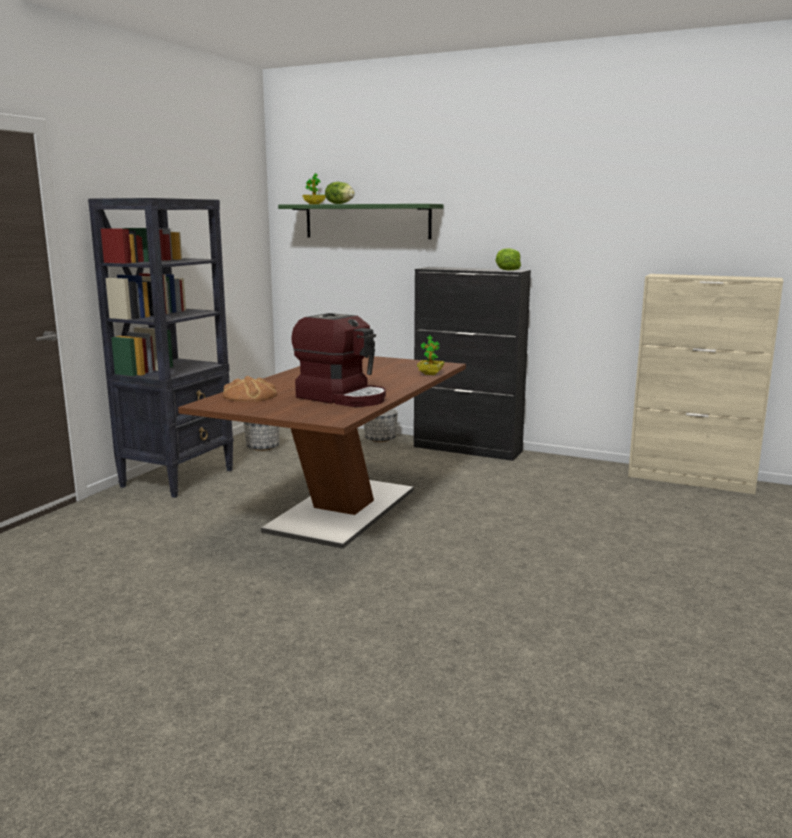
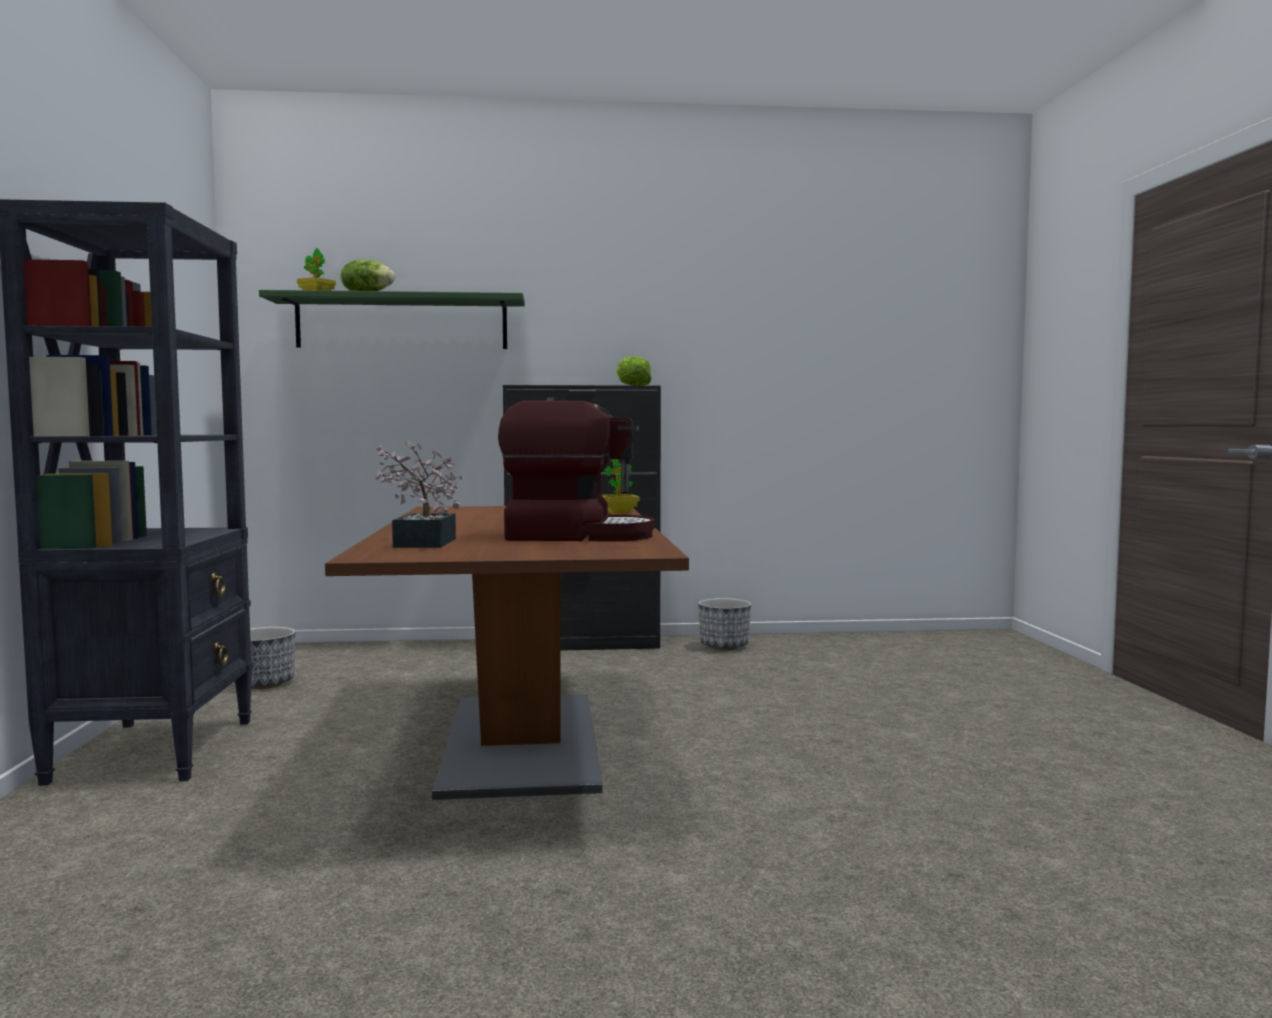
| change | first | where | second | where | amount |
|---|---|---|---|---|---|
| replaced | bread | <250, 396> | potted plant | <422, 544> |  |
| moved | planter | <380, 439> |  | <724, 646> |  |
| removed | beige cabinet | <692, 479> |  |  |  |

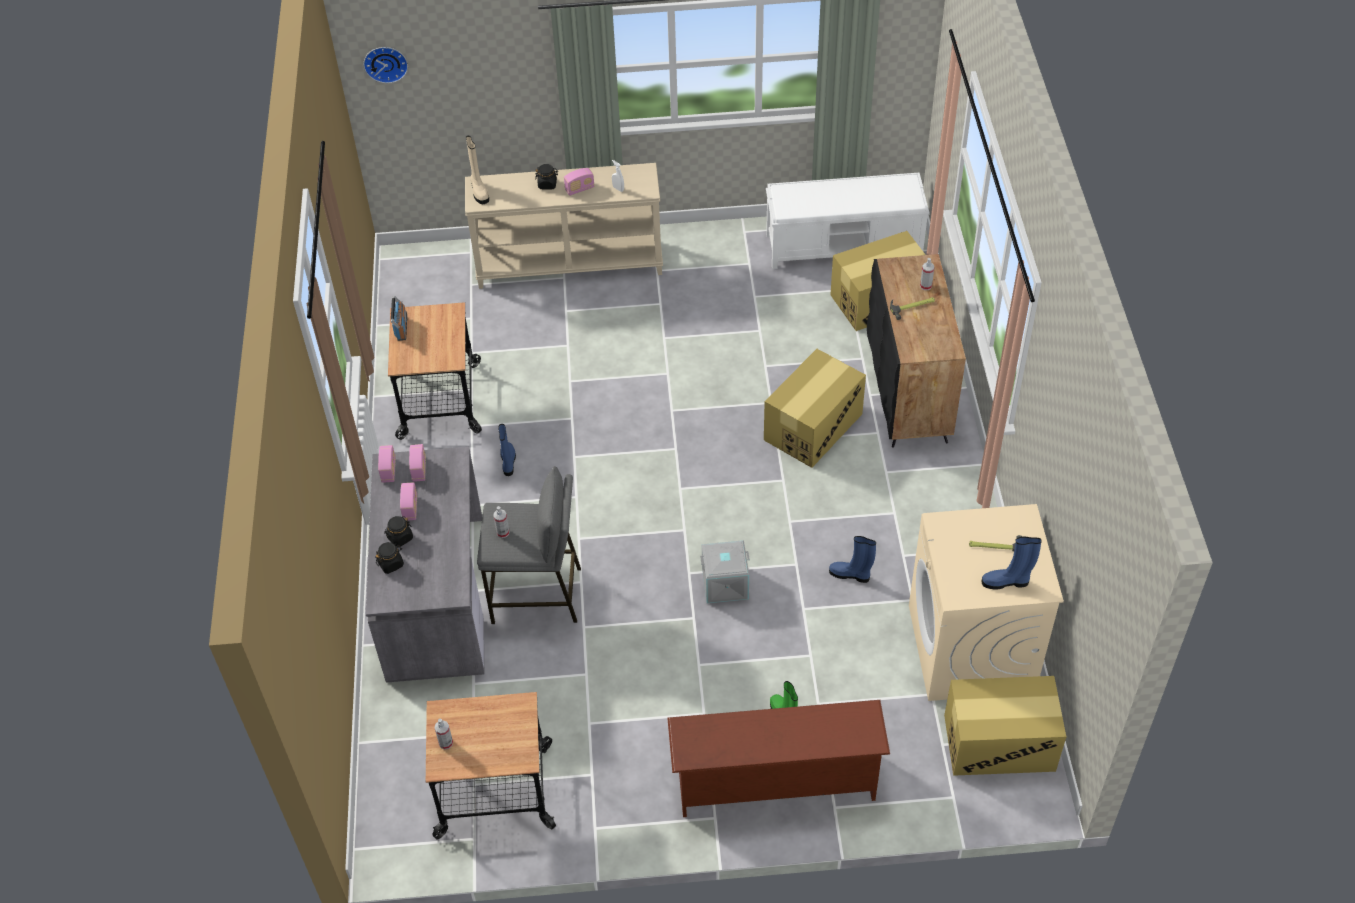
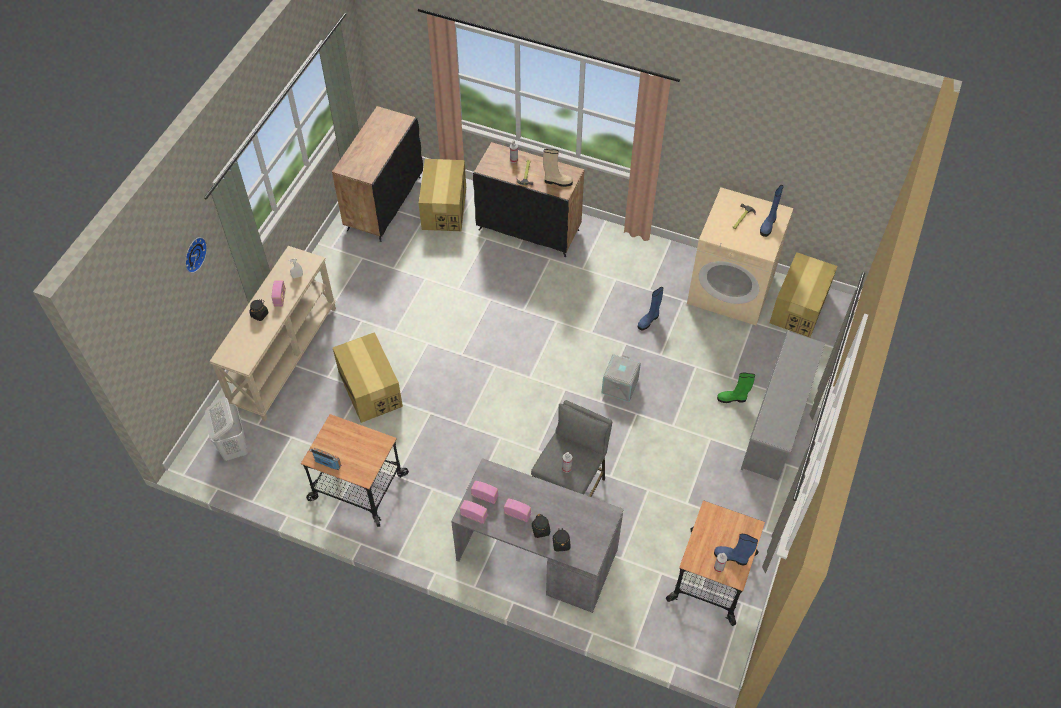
| change | first | where | second | where | amount |
|---|---|---|---|---|---|
| moved | wall clock | <385, 62> |  | <193, 254> |  |
| moved | beige boot | <479, 191> |  | <557, 182> |  |
| moved | blue boot | <508, 462> |  | <732, 557> |  |
| recoloured | brown shoe rack | <775, 784> | grey shoe rack | <777, 424> |  |
| moved | cardboard box | <813, 427> |  | <370, 389> |  |
| replaced | white bench | <845, 245> | black cabinet | <384, 203> |  |
| added |  |  | white laundry basket | <234, 447> |  |

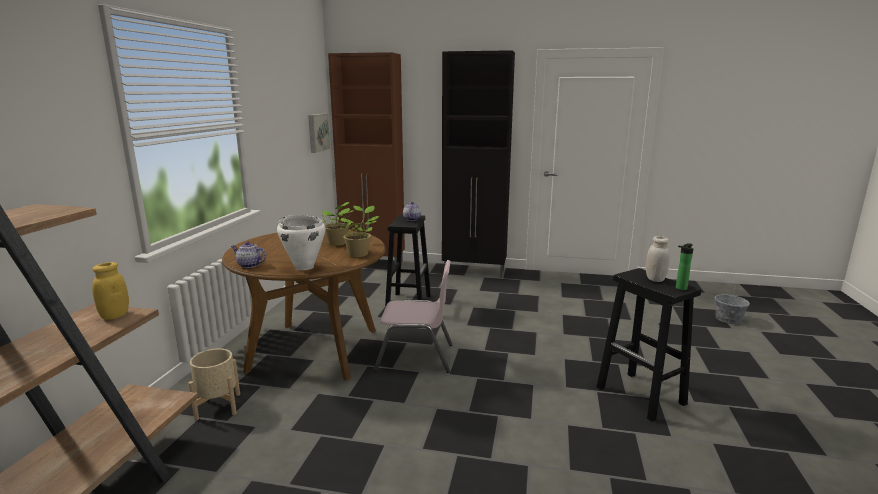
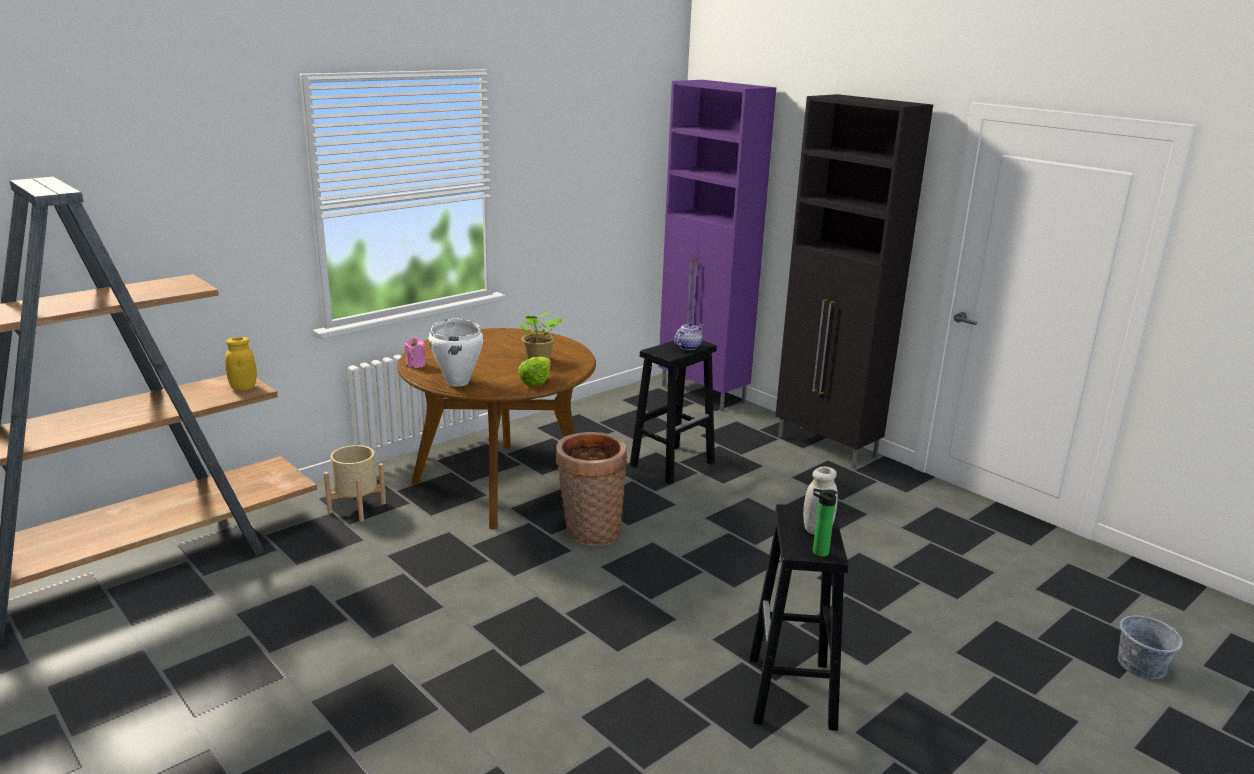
| change | first | where | second | where | amount |
|---|---|---|---|---|---|
| replaced | teapot | <249, 265> | pink candle | <416, 364> |  |
| removed | picture | <317, 132> |  |  |  |
| recoloured | brown cabinet | <374, 264> | purple cabinet | <703, 394> |  |
| replaced | potted plant | <359, 254> | lettuce | <535, 381> |  |
| replaced | pink chair | <415, 357> | basket | <589, 533> |  |

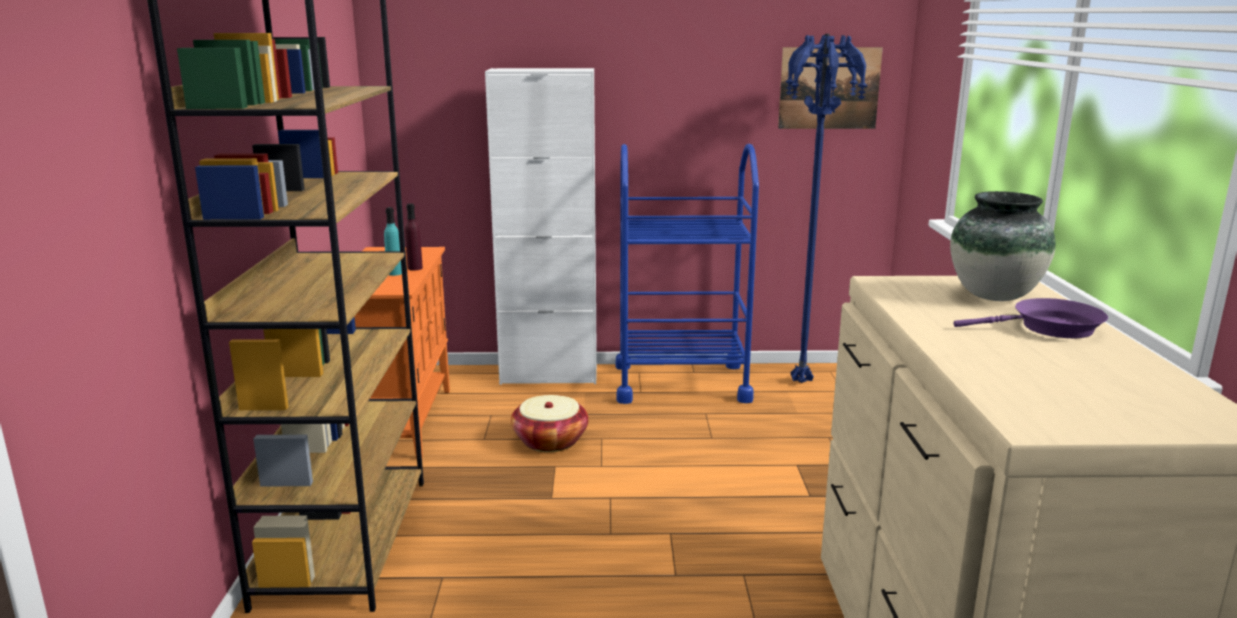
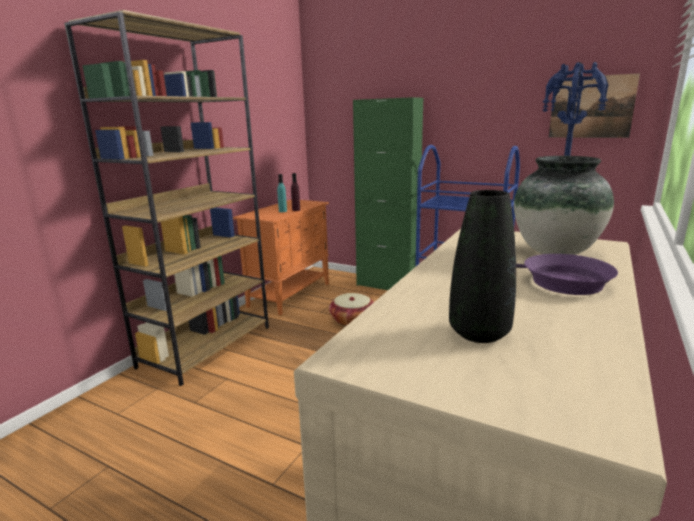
| change | first | where | second | where | amount |
|---|---|---|---|---|---|
| recoloured | white cabinet | <549, 376> | green cabinet | <387, 285> |  |
| added |  |  | black vase | <479, 333> |  |

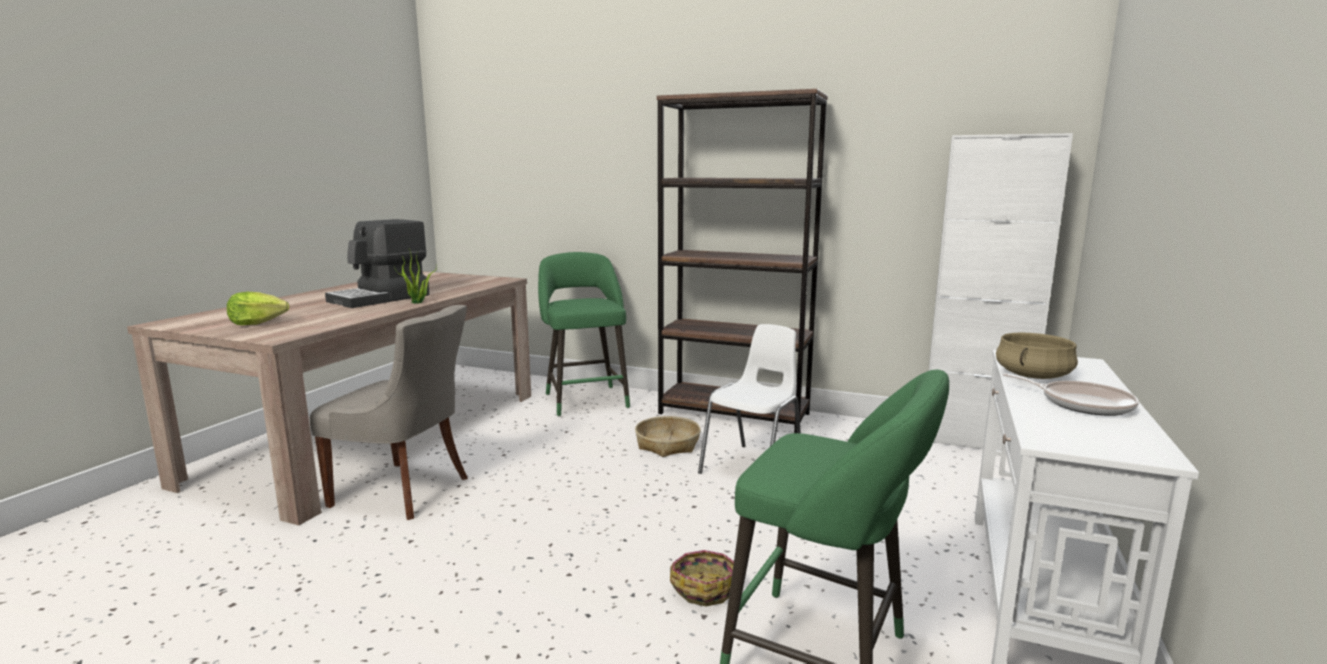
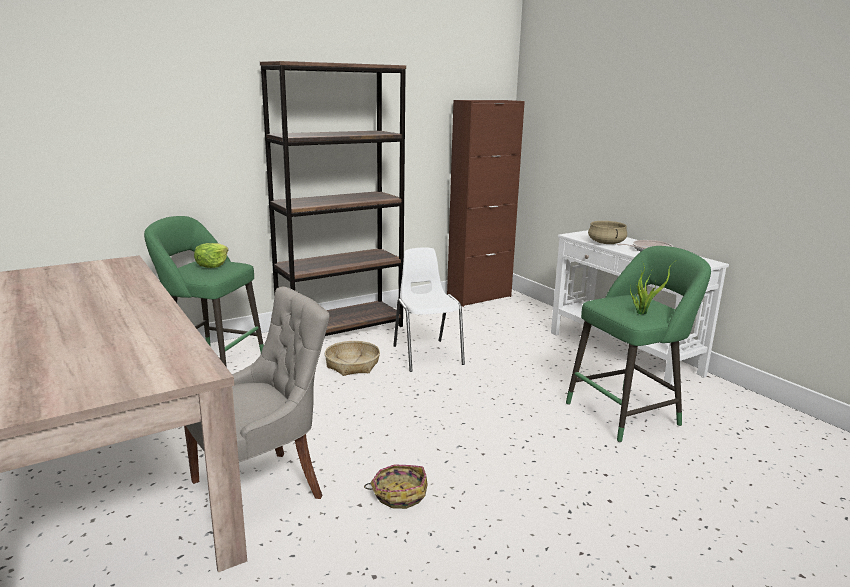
| change | first | where | second | where | amount |
|---|---|---|---|---|---|
| moved | lettuce | <257, 323> |  | <212, 265> |  |
| removed | coffee machine | <381, 298> |  |  |  |
| moved | potted plant | <418, 303> |  | <643, 312> |  |
| moved | basket | <704, 587> |  | <399, 494> |  |
| recoloured | white cabinet | <972, 441> | brown cabinet | <479, 297> |  |

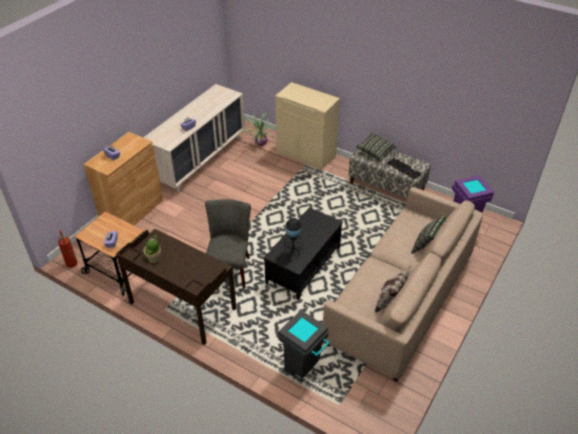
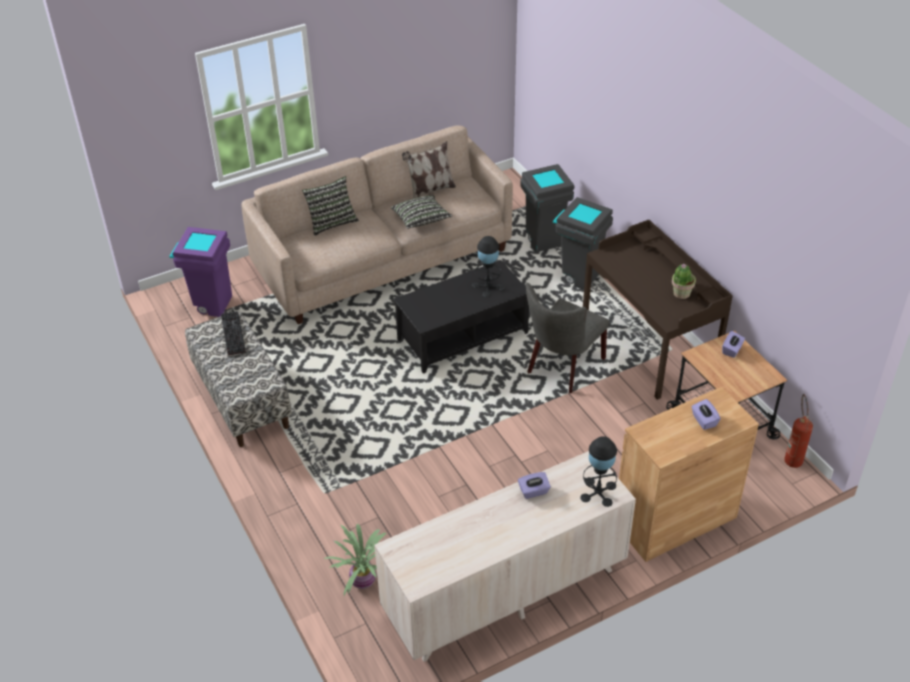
| change | first | where | second | where | amount |
|---|---|---|---|---|---|
| removed | beige cabinet | <306, 154> |  |  |  |
| moved | pillow | <375, 151> |  | <421, 220> |  |
| added |  |  | grey trash can | <578, 276> |  |
| added |  |  | black table lamp | <598, 492> |  |

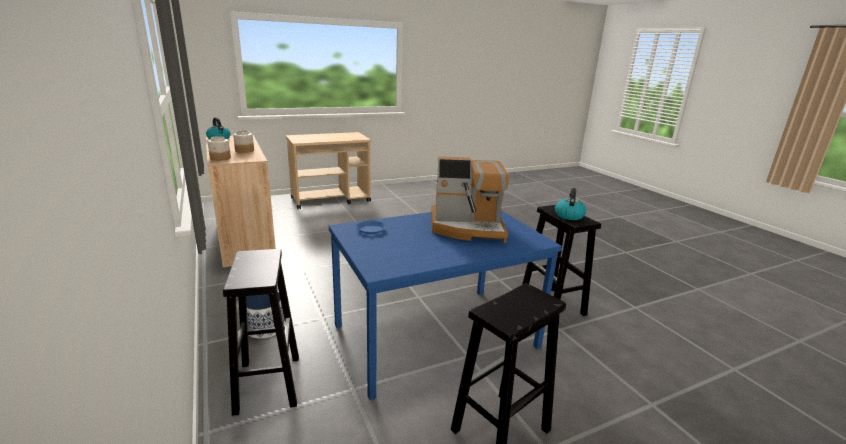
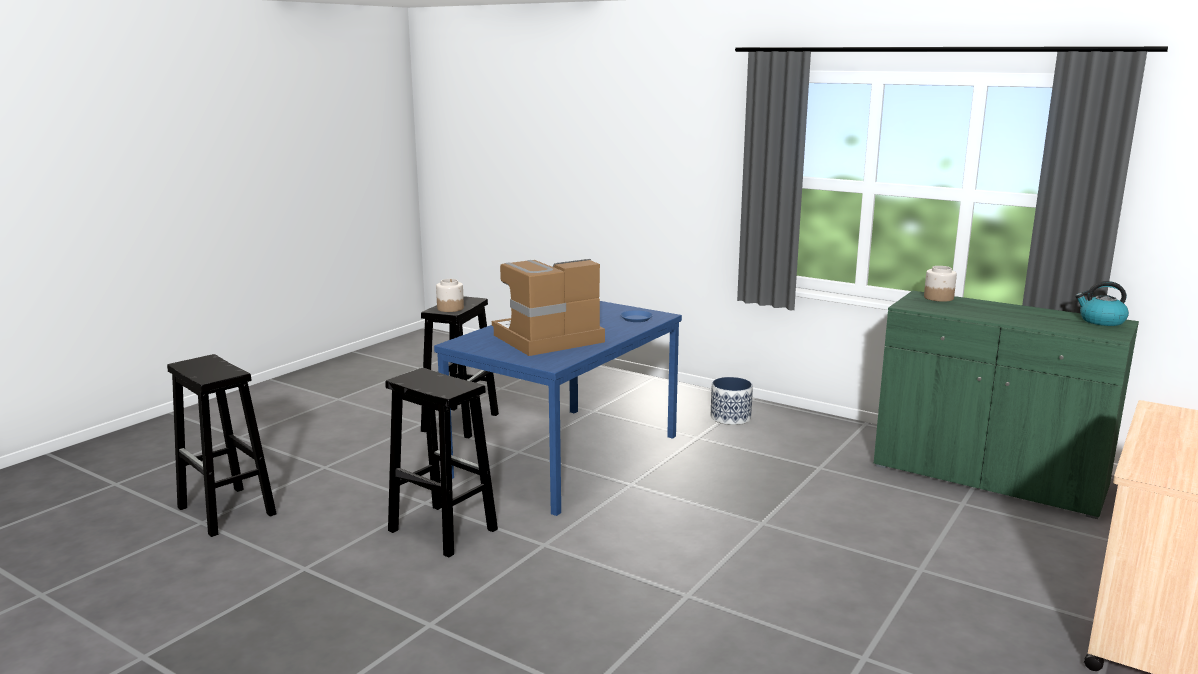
| change | first | where | second | where | amount |
|---|---|---|---|---|---|
| recoloured | beige cabinet | <245, 240> | green cabinet | <988, 477> |  |
| moved | black stool | <268, 382> |  | <227, 511> |  |
| moved | jar | <244, 150> |  | <450, 308> |  |
| removed | kettle | <569, 215> |  |  |  |

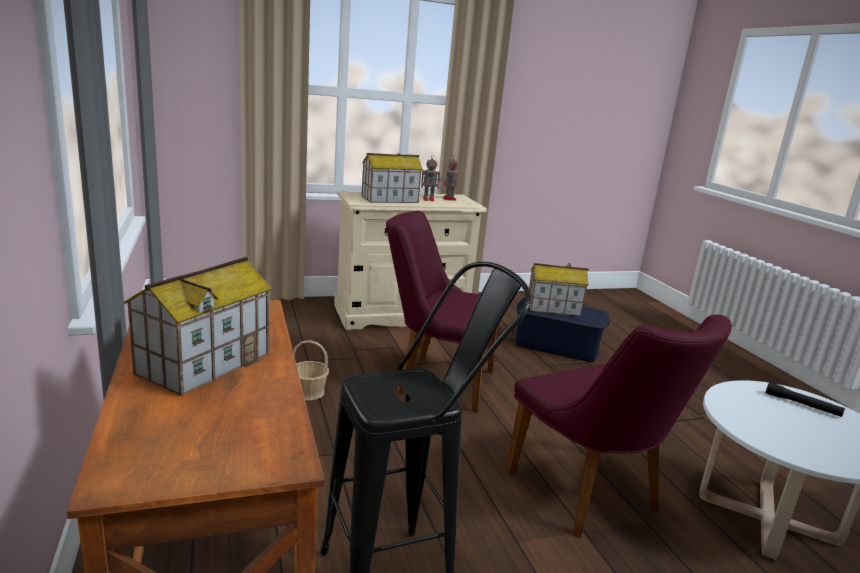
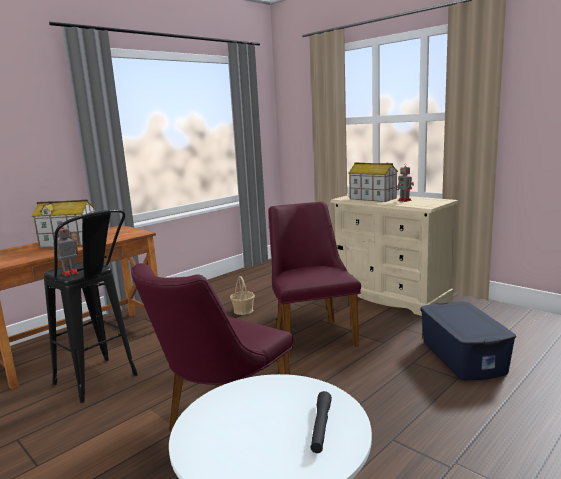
| change | first | where | second | where | amount |
|---|---|---|---|---|---|
| moved | toy robot | <449, 199> |  | <69, 273> |  |
| removed | toy house | <553, 308> |  |  |  |

